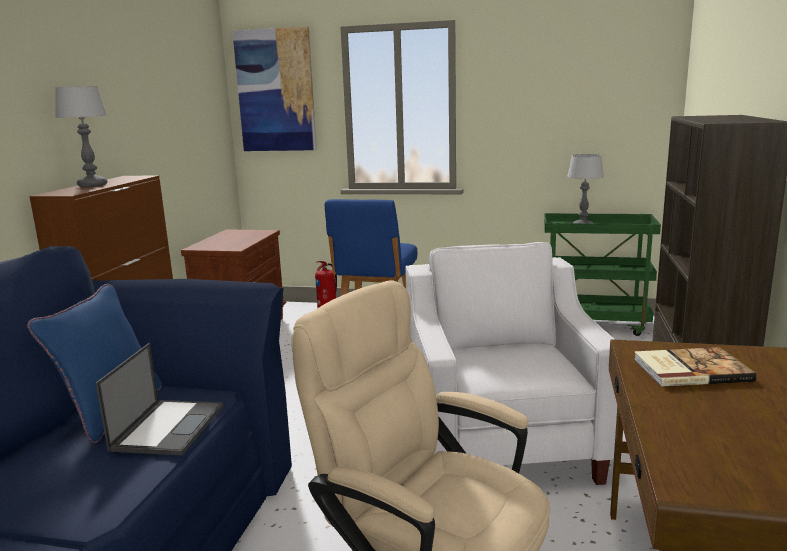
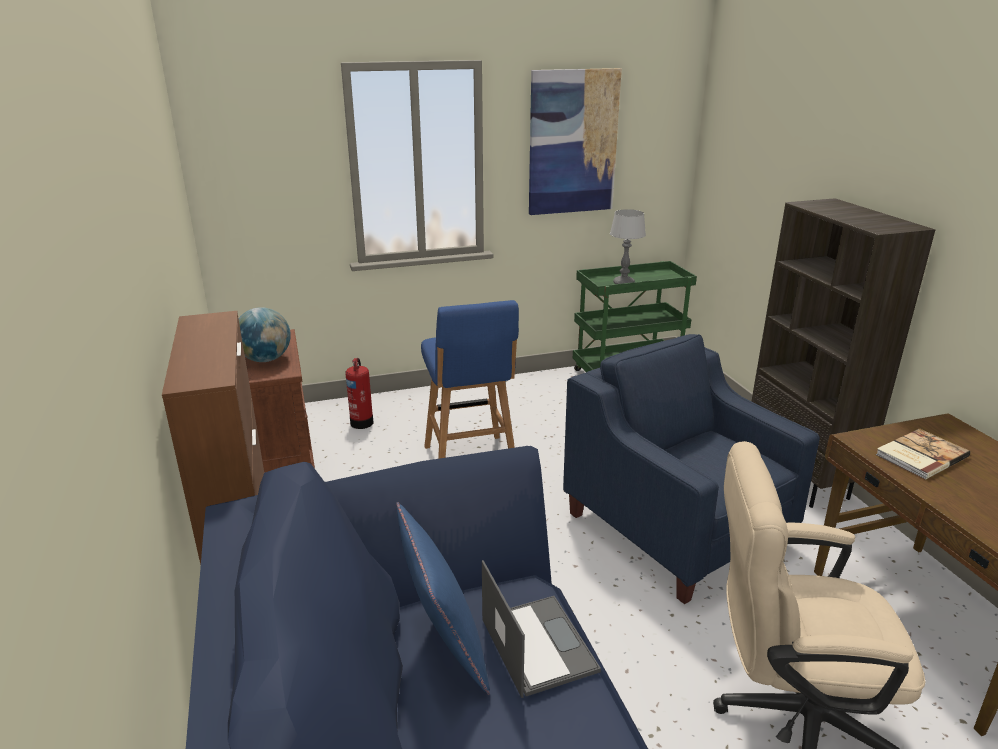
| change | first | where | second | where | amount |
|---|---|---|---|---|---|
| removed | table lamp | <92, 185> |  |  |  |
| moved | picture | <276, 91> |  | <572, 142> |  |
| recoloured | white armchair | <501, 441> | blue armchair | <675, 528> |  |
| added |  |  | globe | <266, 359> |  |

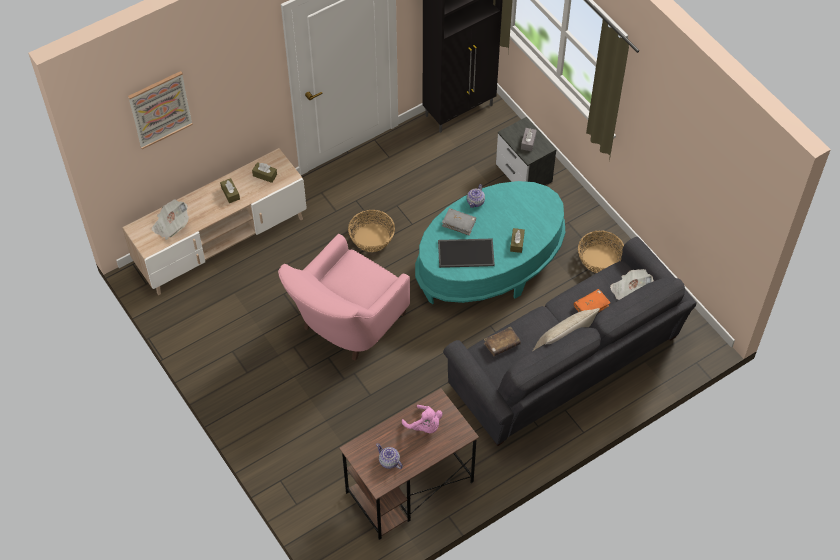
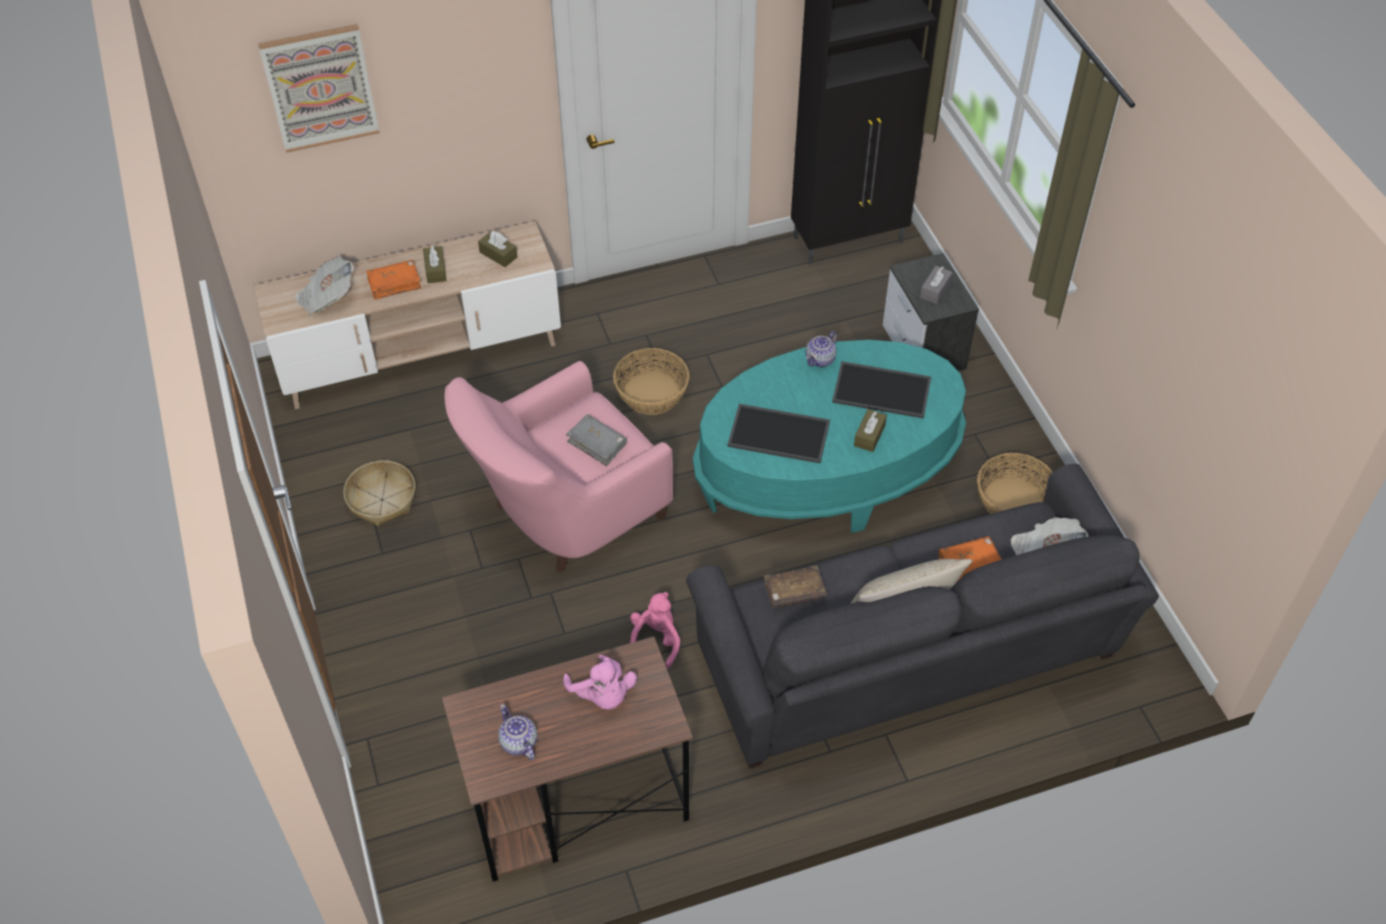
| change | first | where | second | where | amount |
|---|---|---|---|---|---|
| moved | grey book | <459, 224> |  | <597, 444> |  |
| added |  |  | basket | <382, 499> |  |
| added |  |  | orange book | <394, 284> |  |
| added |  |  | pink plush toy | <656, 640> |  |
| added |  |  | tray | <883, 389> |  |

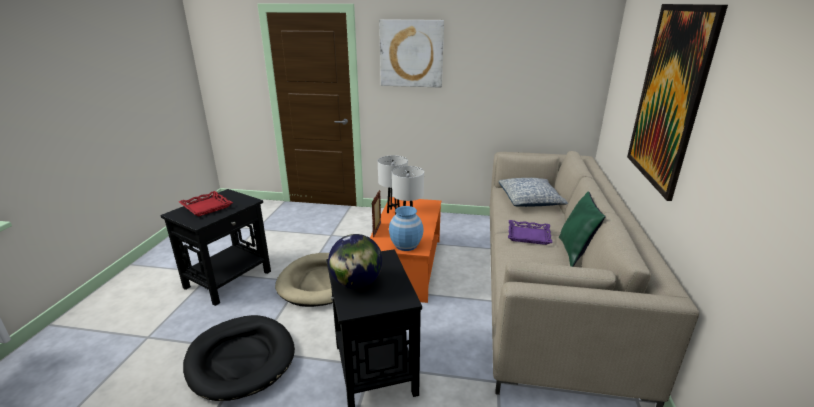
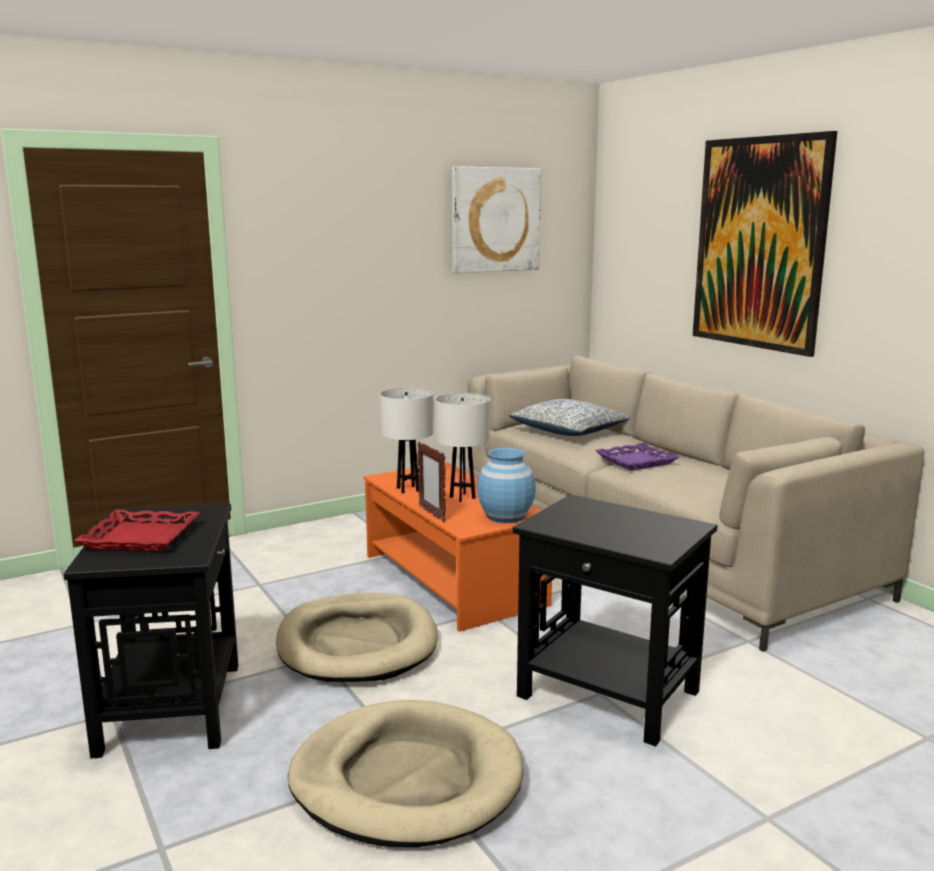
| change | first | where | second | where | amount |
|---|---|---|---|---|---|
| recoloured | black dog bed | <241, 359> | beige dog bed | <407, 780> |  |
| removed | globe | <356, 283> |  |  |  |
| moved | picture | <411, 53> |  | <495, 220> |  |
| removed | green pillow | <575, 252> |  |  |  |

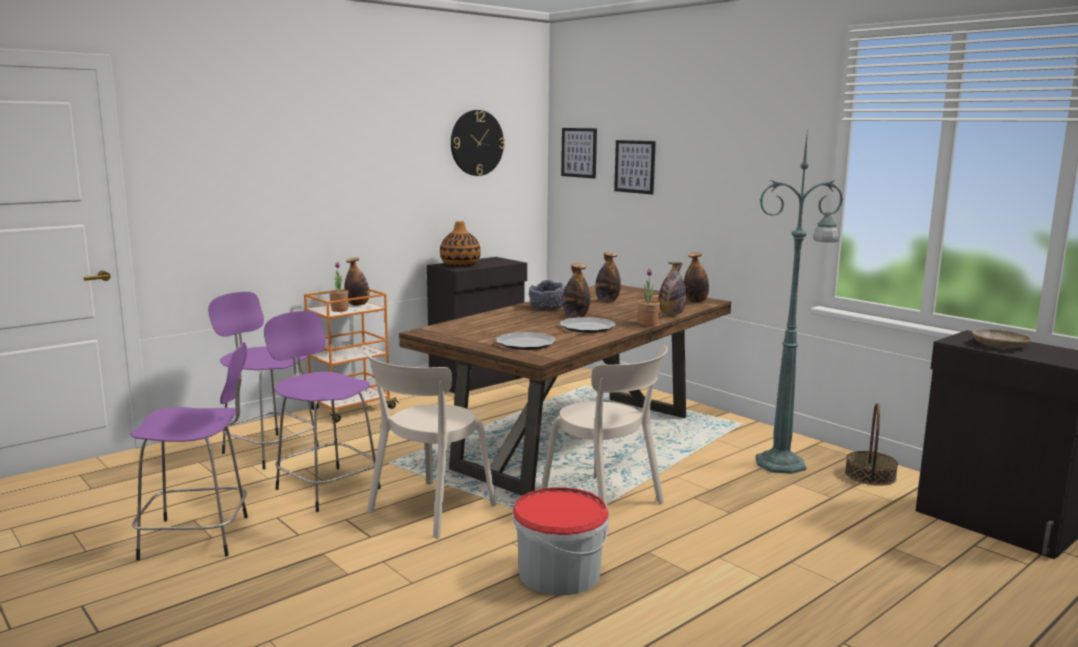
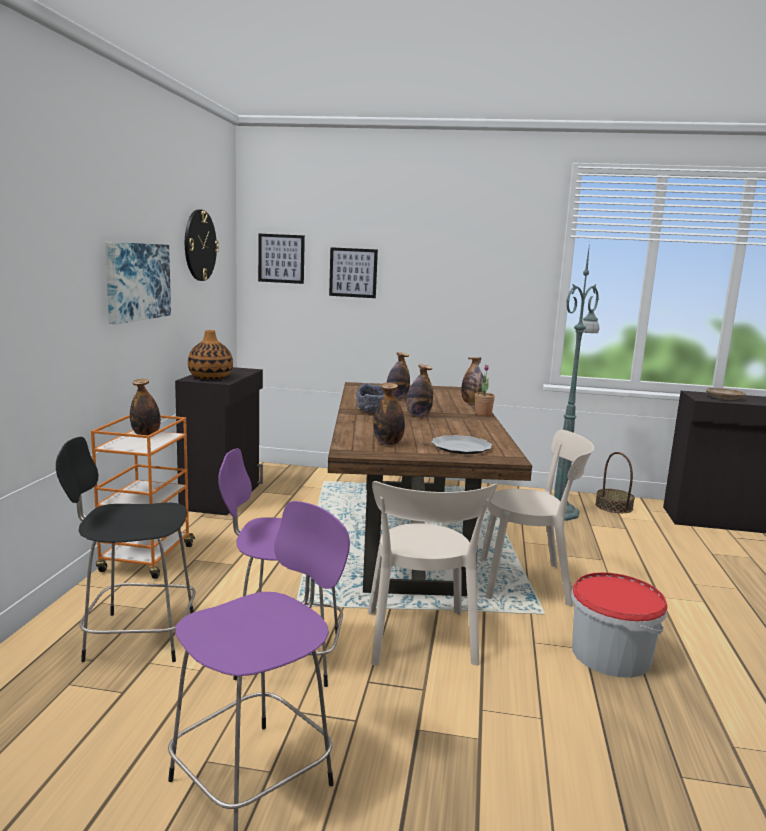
| change | first | where | second | where | amount |
|---|---|---|---|---|---|
| recoloured | purple stool | <268, 450> | black stool | <136, 636> |  |
| removed | potted plant | <339, 310> |  |  |  |
| removed | plate | <587, 327> |  |  |  |
| moved | bottle | <695, 301> |  | <388, 443> |  |
| added |  |  | picture | <137, 281> |  |

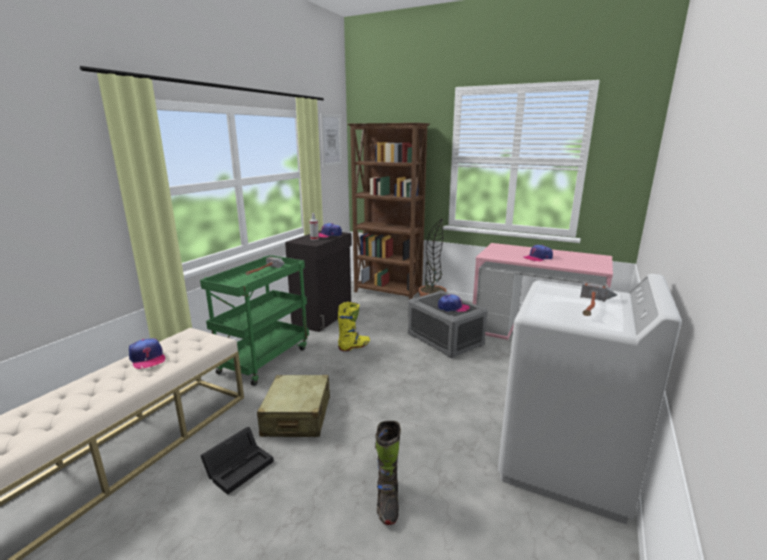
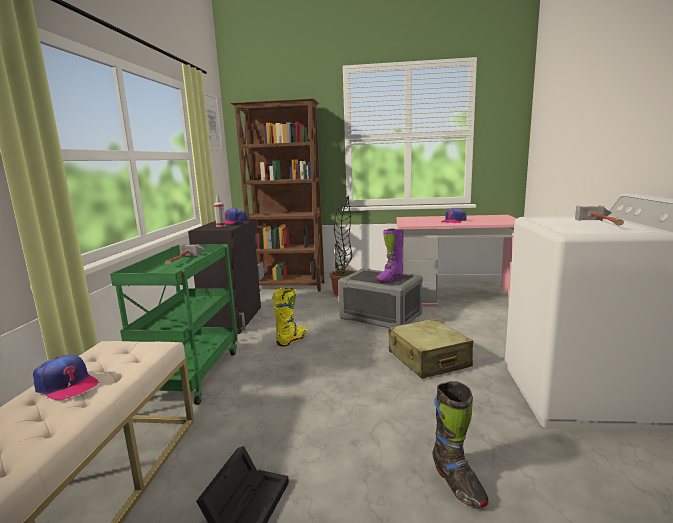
| change | first | where | second | where | amount |
|---|---|---|---|---|---|
| moved | beige suitcase | <297, 416> |  | <428, 359> |  |
| replaced | cap | <453, 307> | purple boot | <389, 279> |  |

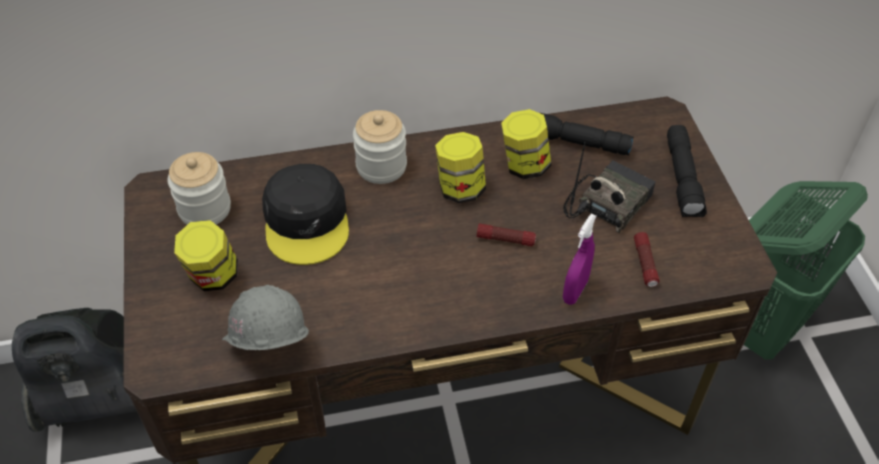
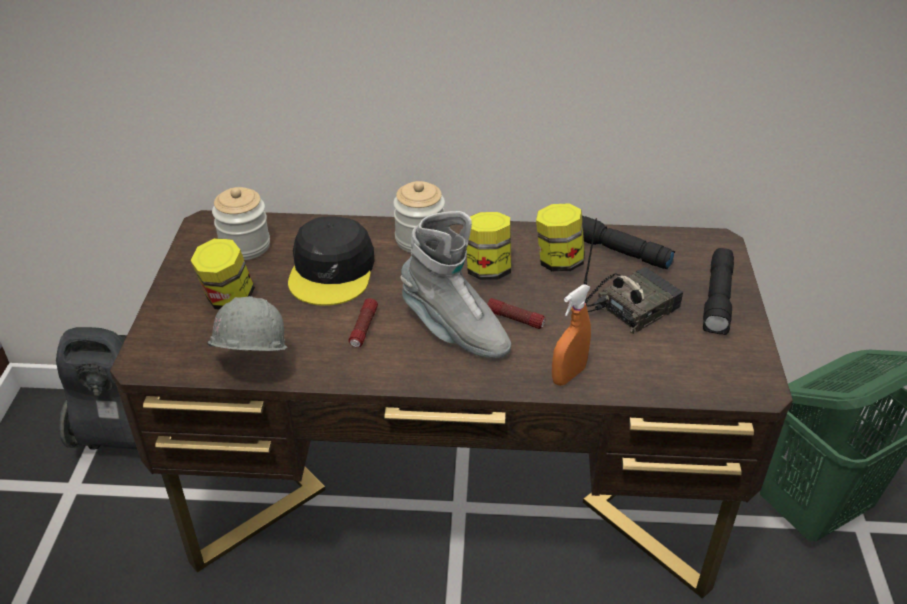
| change | first | where | second | where | amount |
|---|---|---|---|---|---|
| recoloured | purple spray bottle | <575, 291> | orange spray bottle | <568, 375> |  |
| moved | flashlight | <645, 264> |  | <364, 328> |  |
| added |  |  | grey boot | <454, 330> |  |

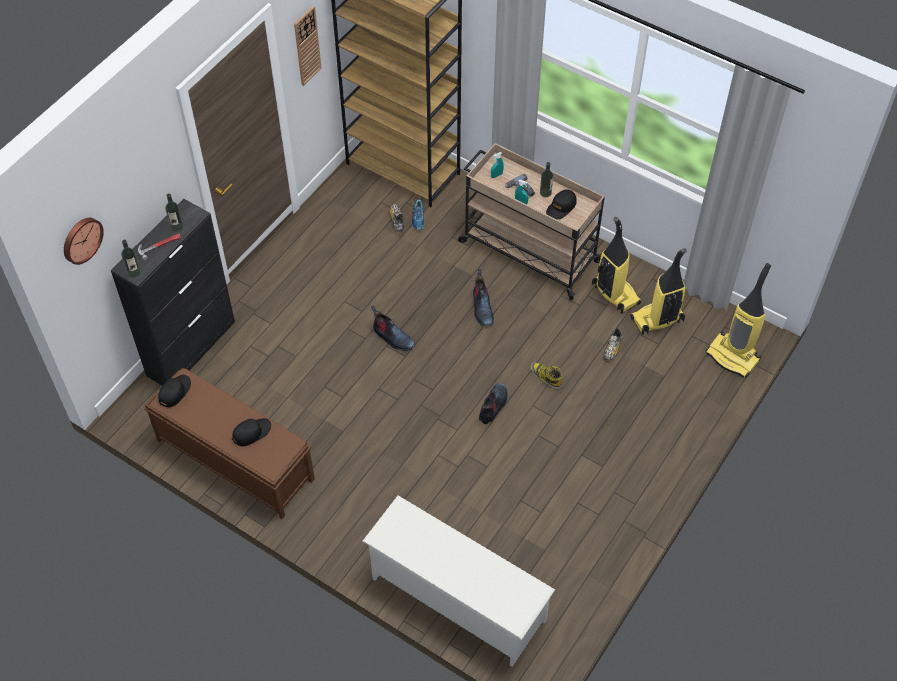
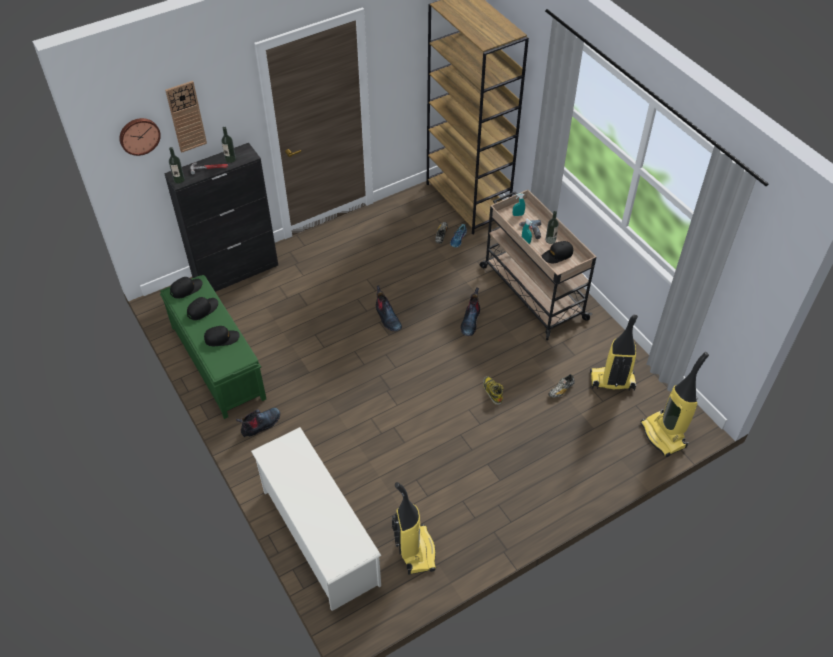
| change | first | where | second | where | amount |
|---|---|---|---|---|---|
| recoloured | brown bench | <234, 459> | green bench | <217, 362> |  |
| moved | wall clock | <307, 46> |  | <186, 117> |  |
| moved | boot | <493, 406> |  | <260, 425> |  |
| moved | vacuum cleaner | <614, 294> |  | <415, 550> |  |
| added |  |  | black cap | <202, 309> |  |

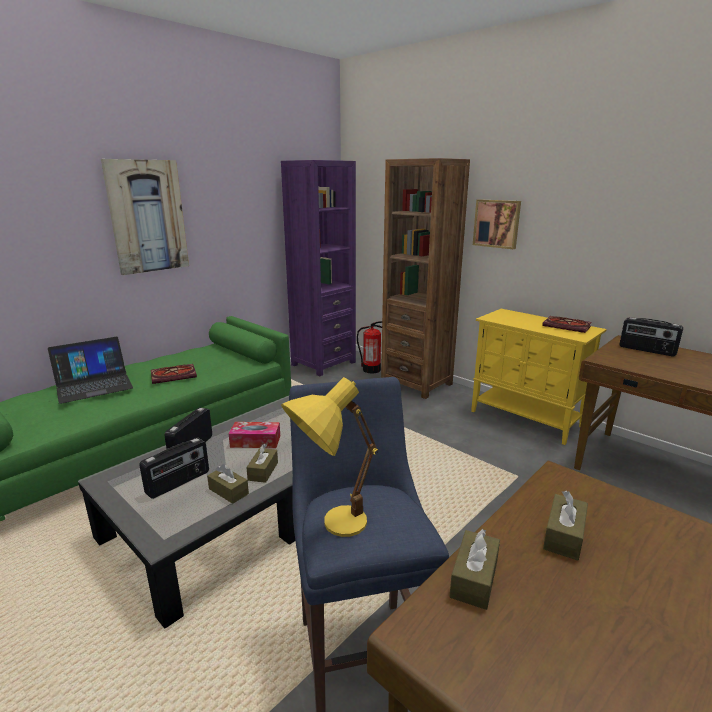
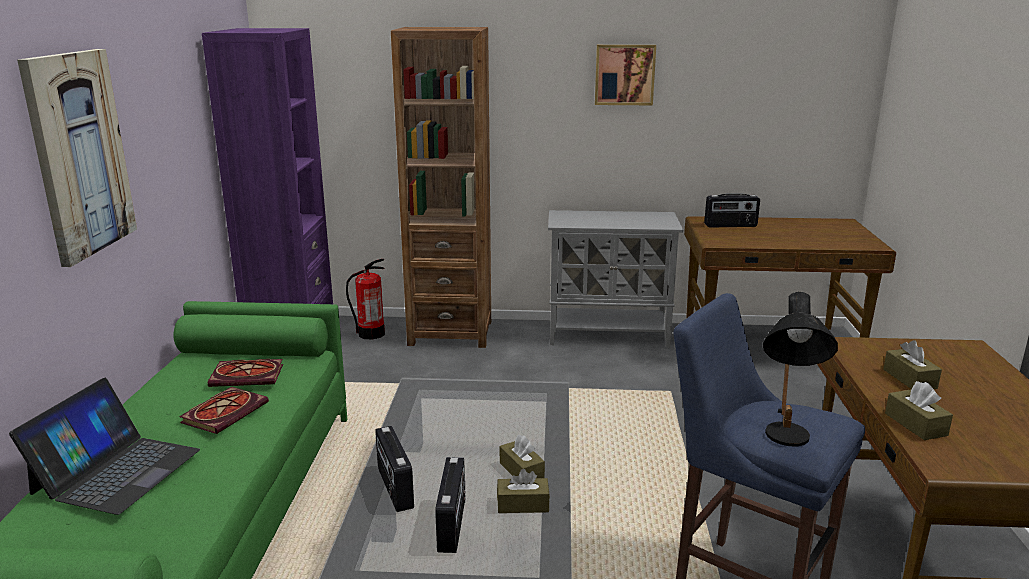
| change | first | where | second | where | amount |
|---|---|---|---|---|---|
| removed | tissue box | <255, 441> |  |  |  |
| recoloured | yellow table lamp | <330, 526> | black table lamp | <785, 443> |  |
| recoloured | yellow cabinet | <526, 419> | grey cabinet | <609, 334> |  |
| moved | picture | <497, 223> |  | <624, 74> |  |
| moved | book | <568, 326> |  | <249, 375> |  |

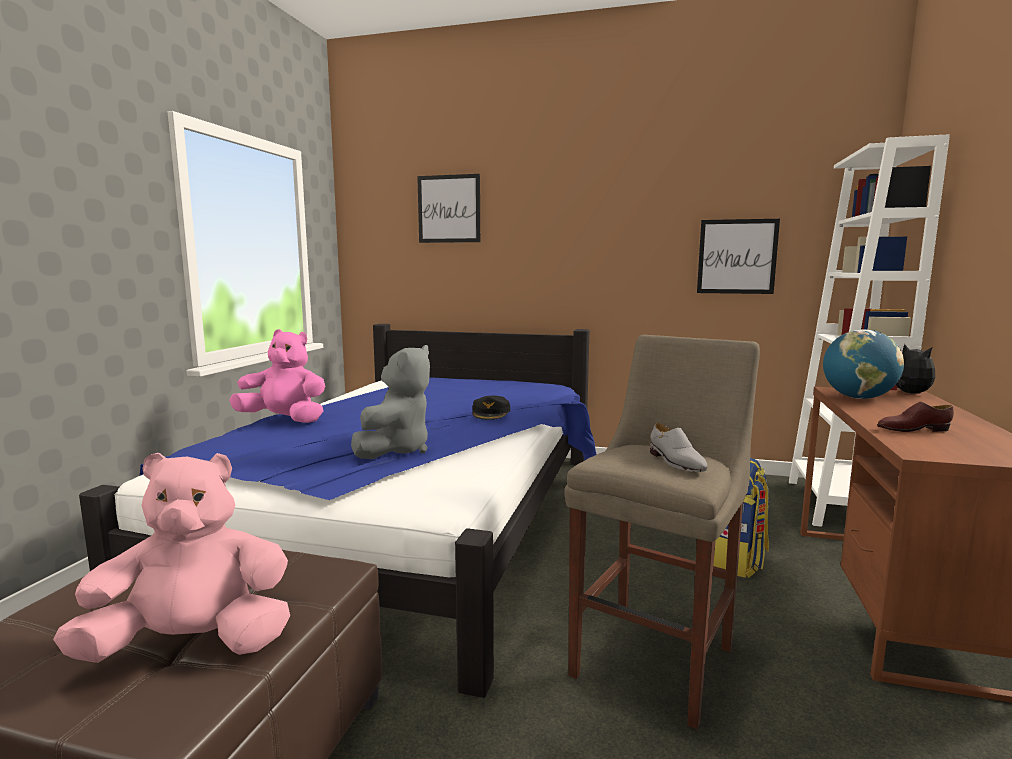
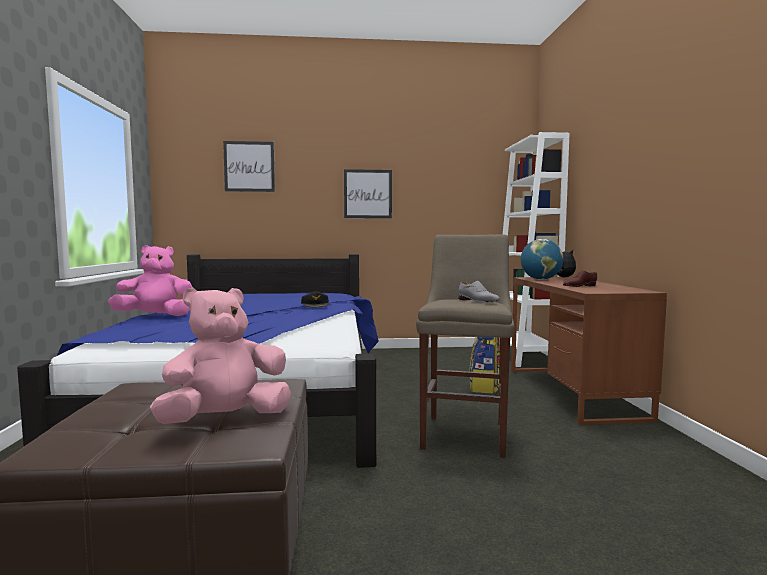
| change | first | where | second | where | amount |
|---|---|---|---|---|---|
| removed | grey plush toy | <396, 450> |  |  |  |
| moved | picture | <737, 256> |  | <368, 194> |  |

